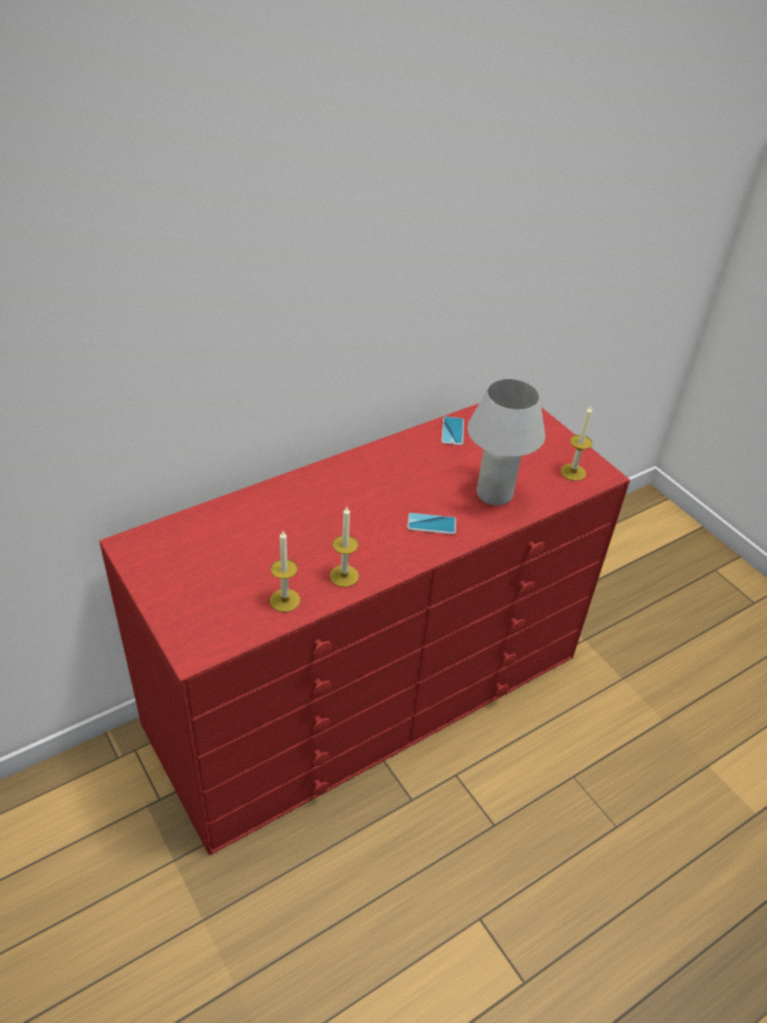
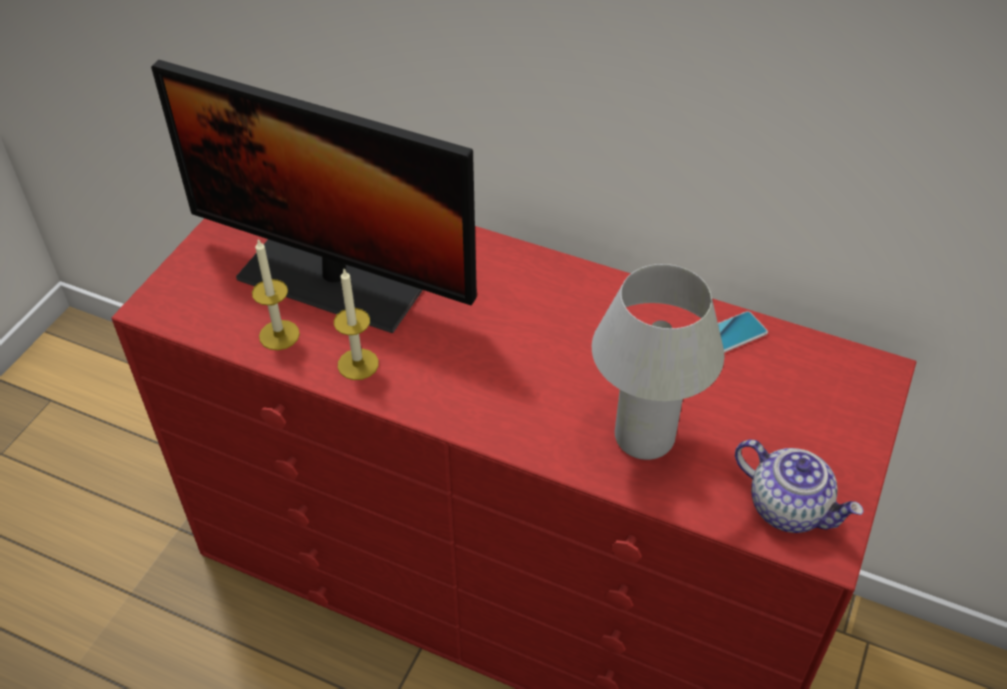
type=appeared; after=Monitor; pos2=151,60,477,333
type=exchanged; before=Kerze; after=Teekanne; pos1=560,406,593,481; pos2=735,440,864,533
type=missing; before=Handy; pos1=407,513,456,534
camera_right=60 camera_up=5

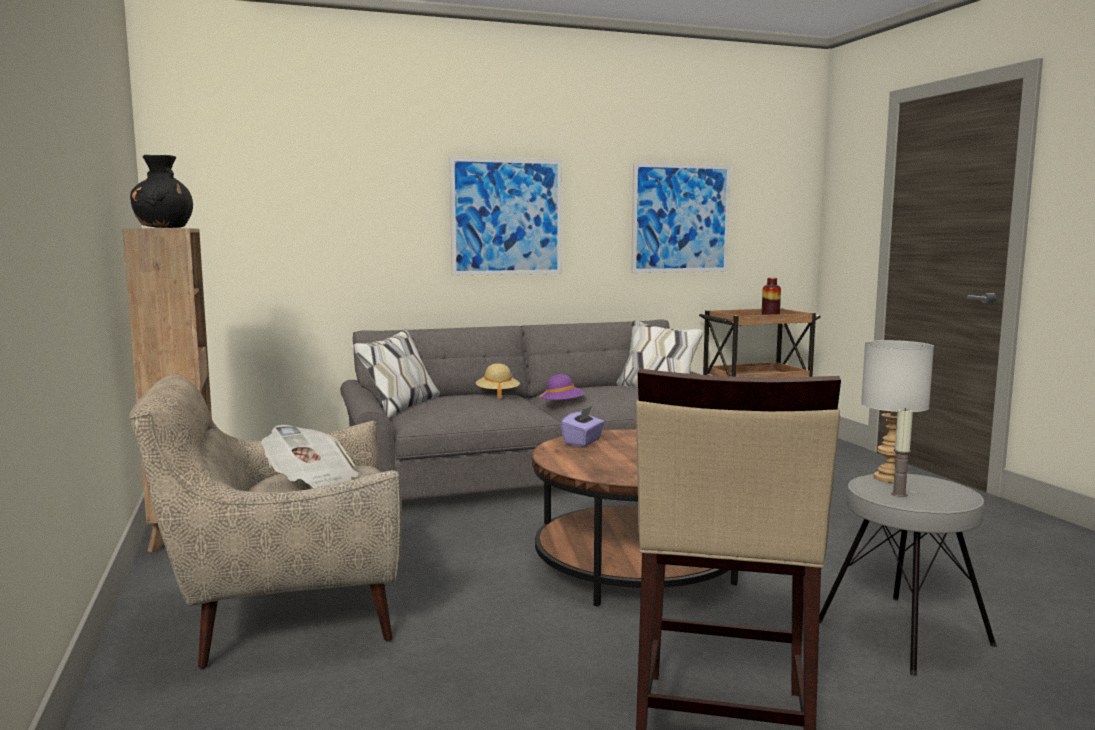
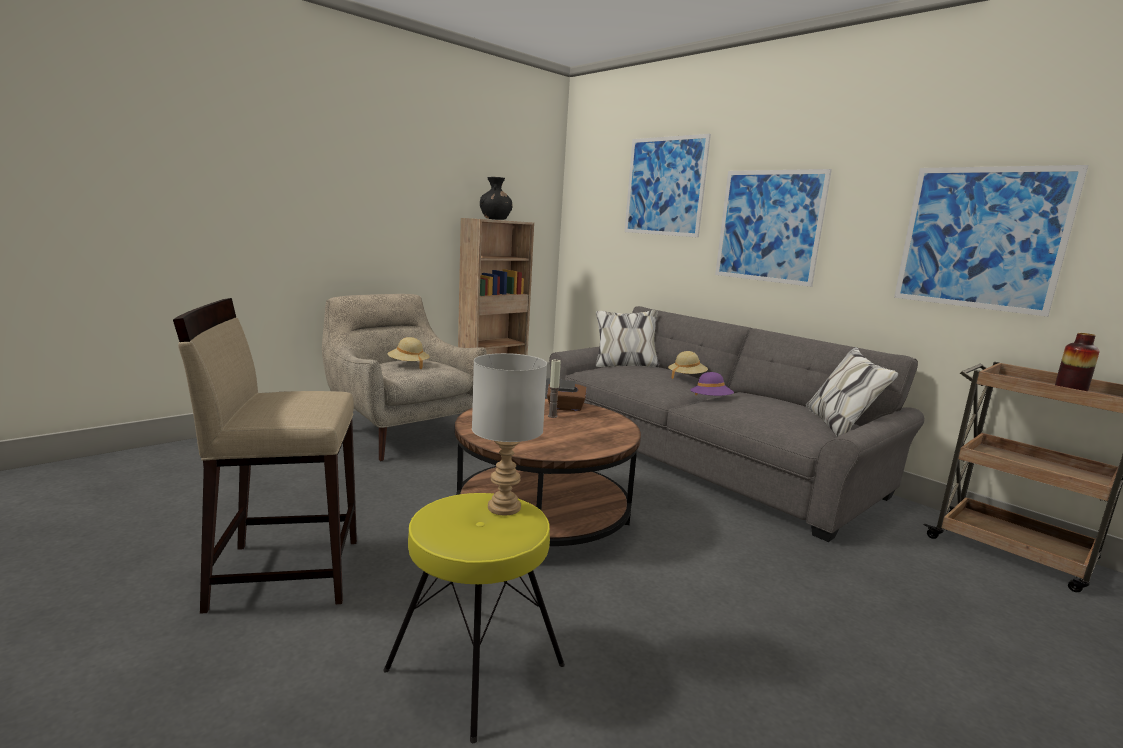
type=colour; before=Hocker [grau]; after=Hocker [gelb]; pos1=819,474,997,676; pos2=383,493,565,743
type=exchanged; before=Zeitung; after=Hut [beige]; pos1=261,425,359,488; pos2=387,337,430,369
type=colour; before=Taschentuchbox [lila]; after=Taschentuchbox [braun]; pos1=561,406,605,447; pos2=547,380,587,411
type=relocated; before=Kerze; pos1=891,408,913,497; pos2=548,360,561,418
type=appeared; after=Bild; pos2=625,134,711,238
camera_right=65 camera_up=5

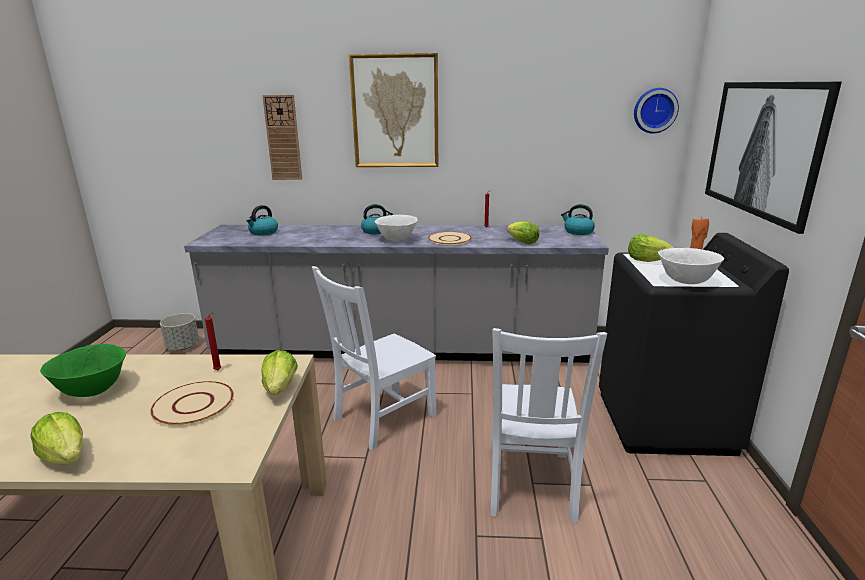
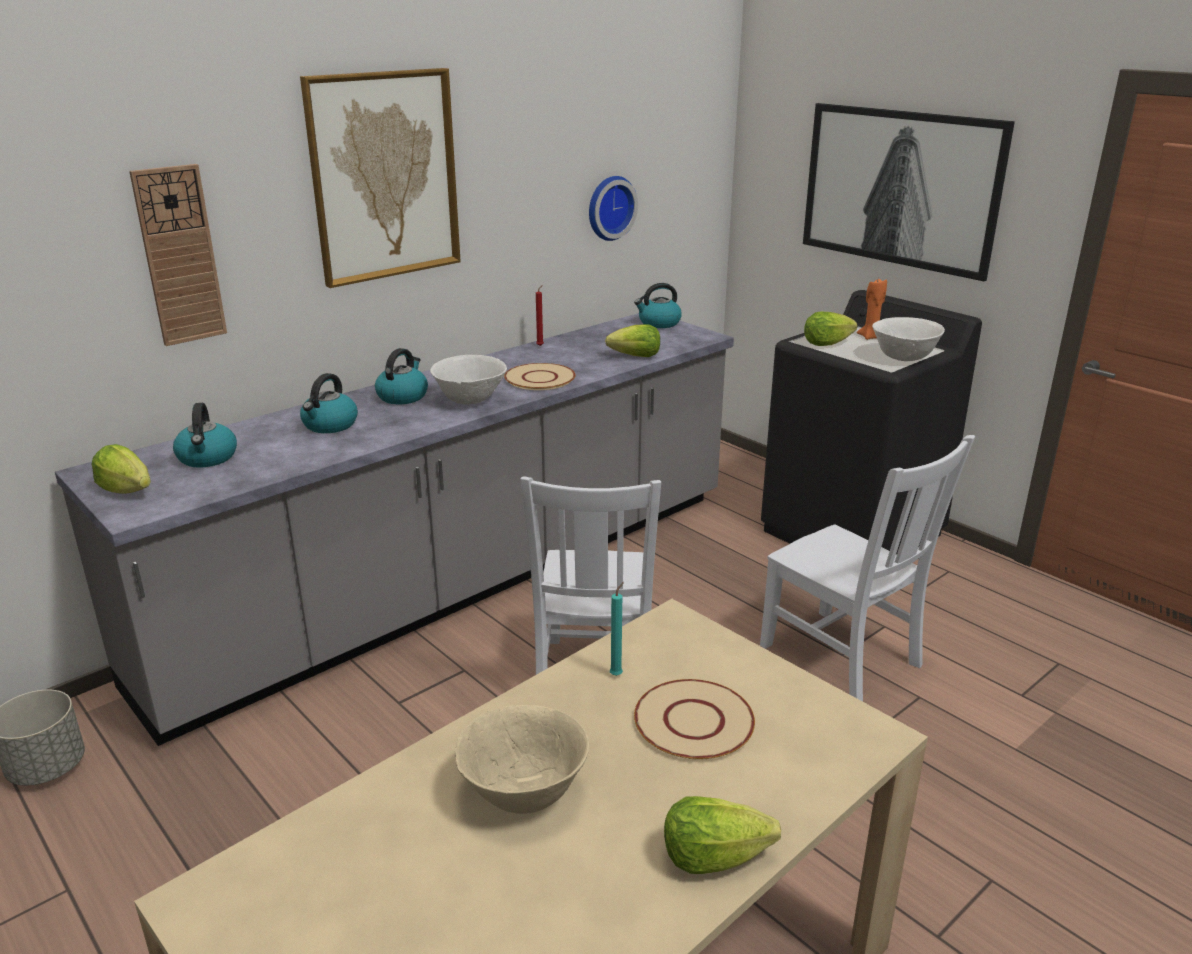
type=relocated; before=Salatkopf; pos1=261,350,298,395; pos2=92,444,151,494
type=appeared; after=Wasserkessel; pos2=300,373,358,433
type=colour; before=Schüssel [grün]; after=Schüssel [beige]; pos1=40,344,126,397; pos2=455,705,589,814
type=relocated; before=Wanduhr; pos1=634,88,679,134; pos2=589,176,638,241
type=colour; before=Kerze [rot]; after=Kerze [türkis]; pos1=205,312,221,370; pos2=610,582,624,676
camera_right=-45 camera_up=5

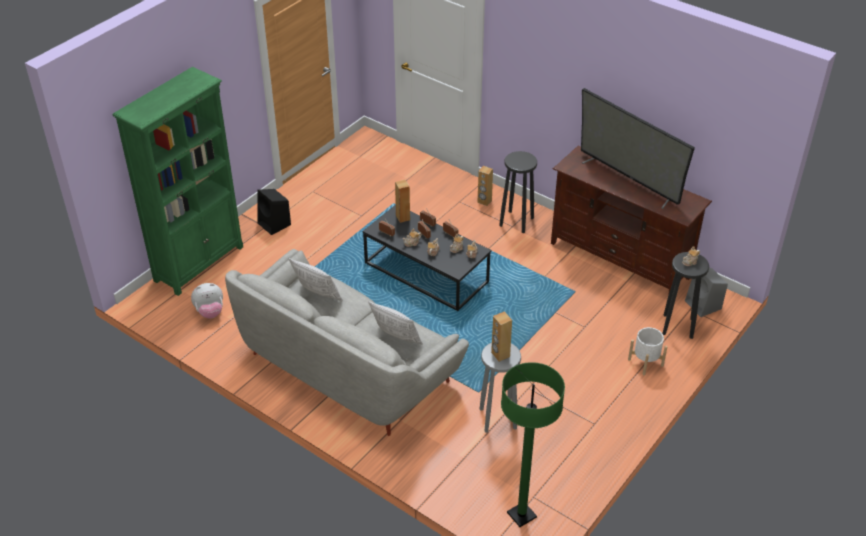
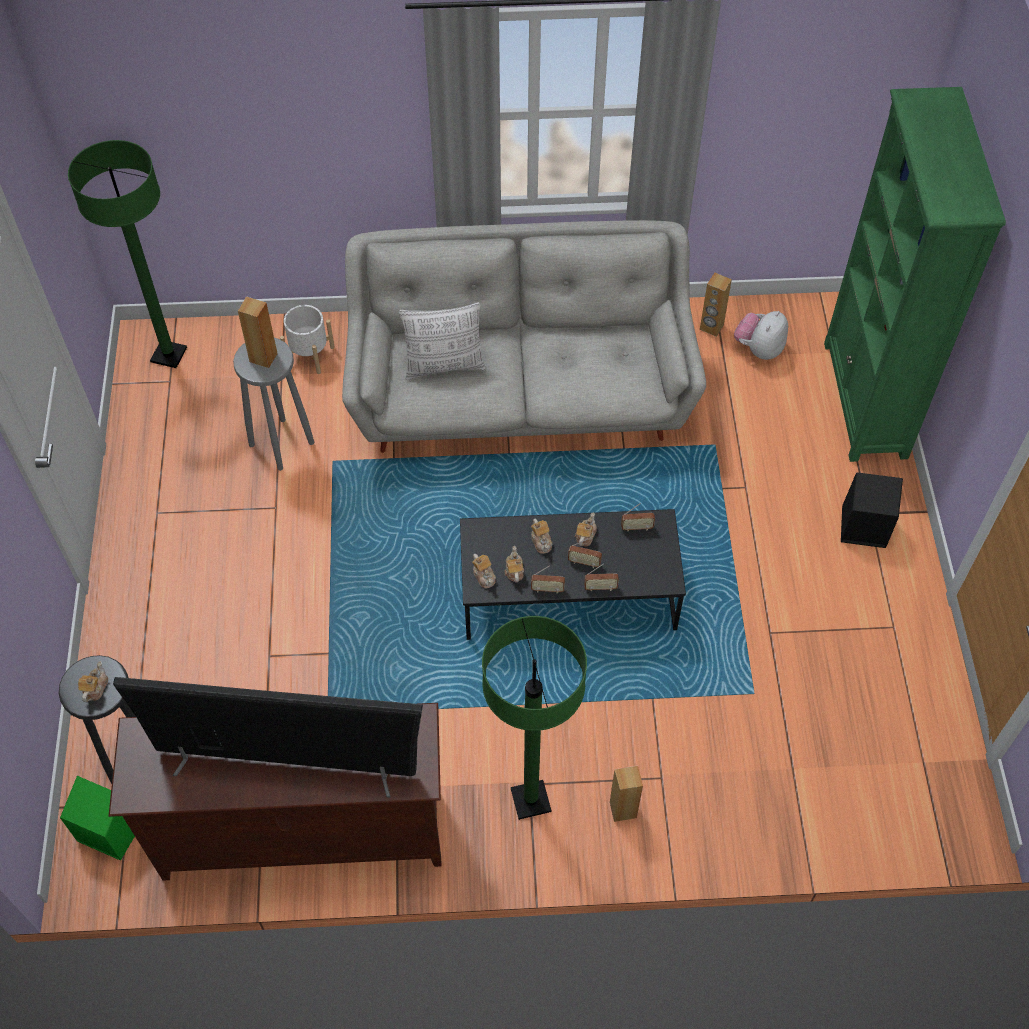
type=colour; before=Lautsprecher [grau]; after=Lautsprecher [grün]; pos1=685,268,728,317; pos2=60,776,135,861
type=relocated; before=Pflanzkübel [weiß]; pos1=628,327,668,375; pos2=280,305,335,374
type=exchanged; before=Hocker [schwarz]; after=Stehlampe [grün]; pos1=499,151,537,233; pos2=482,616,587,820
type=relocated; before=Lautsprecher [braun]; pos1=395,180,410,223; pos2=700,273,732,337
type=missing; before=Kissen; pos1=289,258,343,302
camera_right=140 camera_up=15

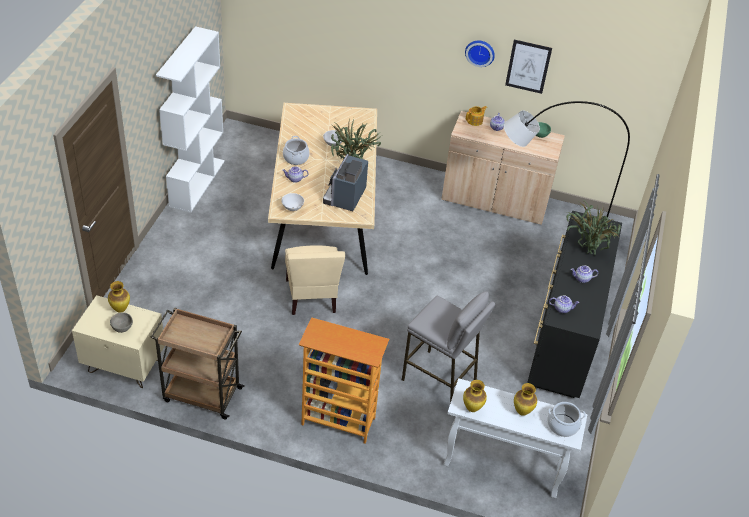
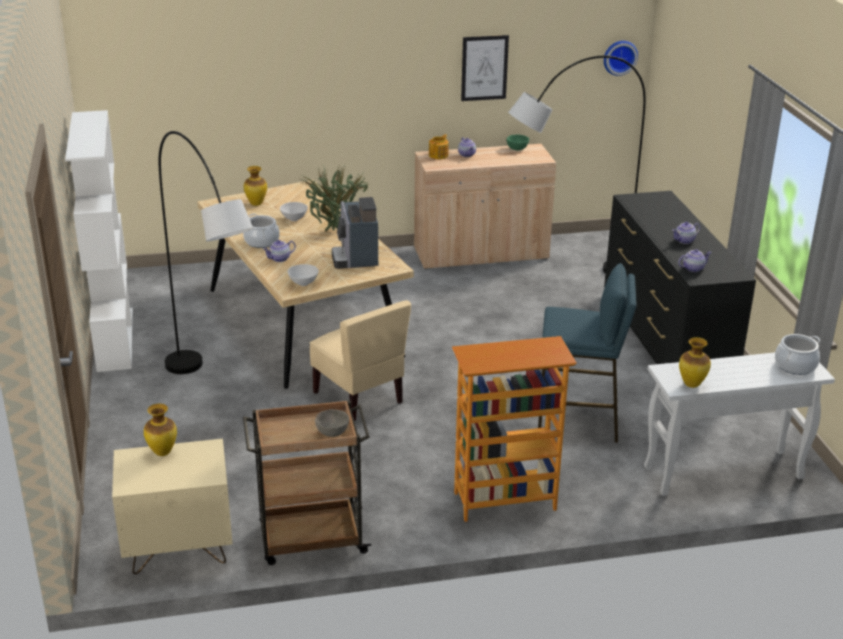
type=appeared; after=Stehlampe [grau]; pos2=159,131,253,374
type=relocated; before=Vase; pos1=514,383,537,416; pos2=244,166,267,206
type=relocated; before=Schüssel [grau]; pos1=110,313,133,333; pos2=315,409,349,437
type=colour; before=Hocker [grau]; after=Hocker [blau]; pos1=402,291,495,403; pos2=538,263,637,443
type=relocated; before=Wanduhr; pos1=465,40,495,67; pos2=604,41,638,76
type=missing; before=Topfpflanze; pos1=566,201,621,255
camera_right=-25 camera_up=-15

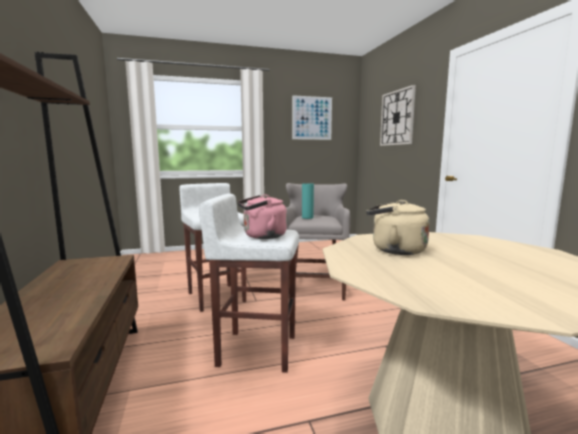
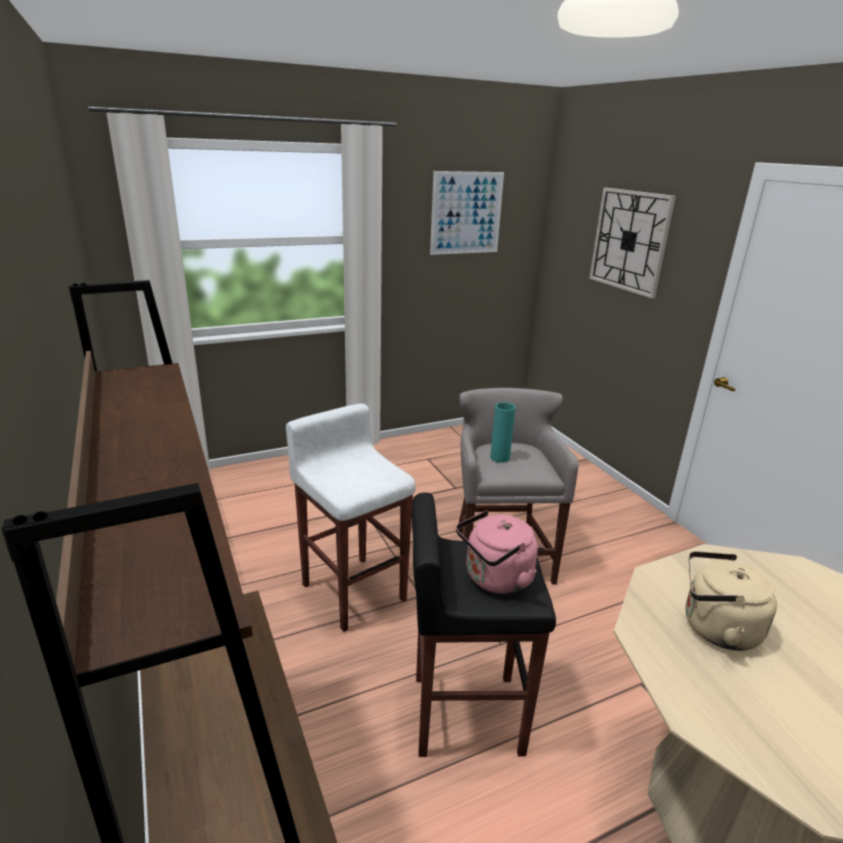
type=colour; before=Hocker [weiß]; after=Hocker [schwarz]; pos1=199,193,299,373; pos2=412,492,556,757
camera_right=-10 camera_up=15

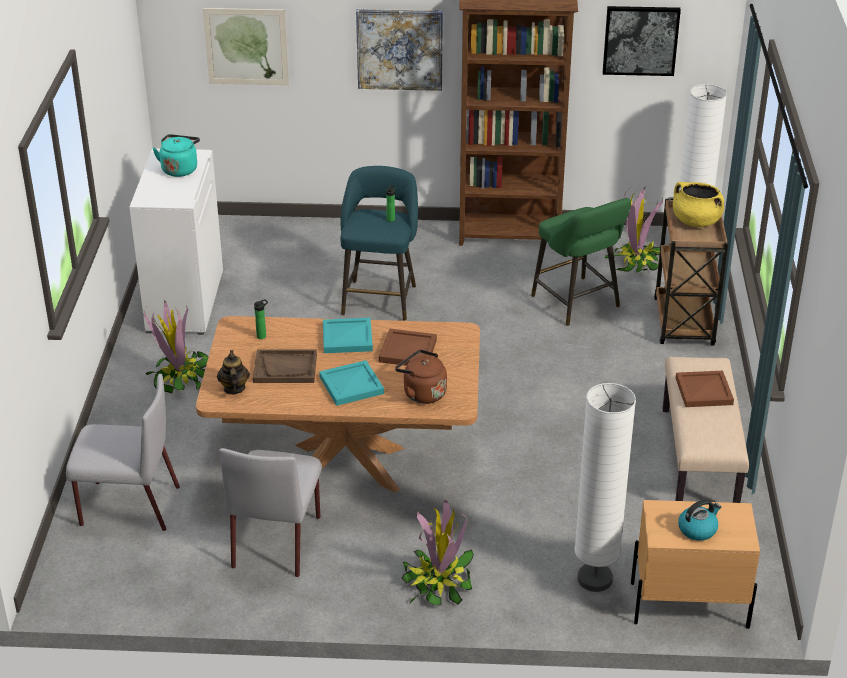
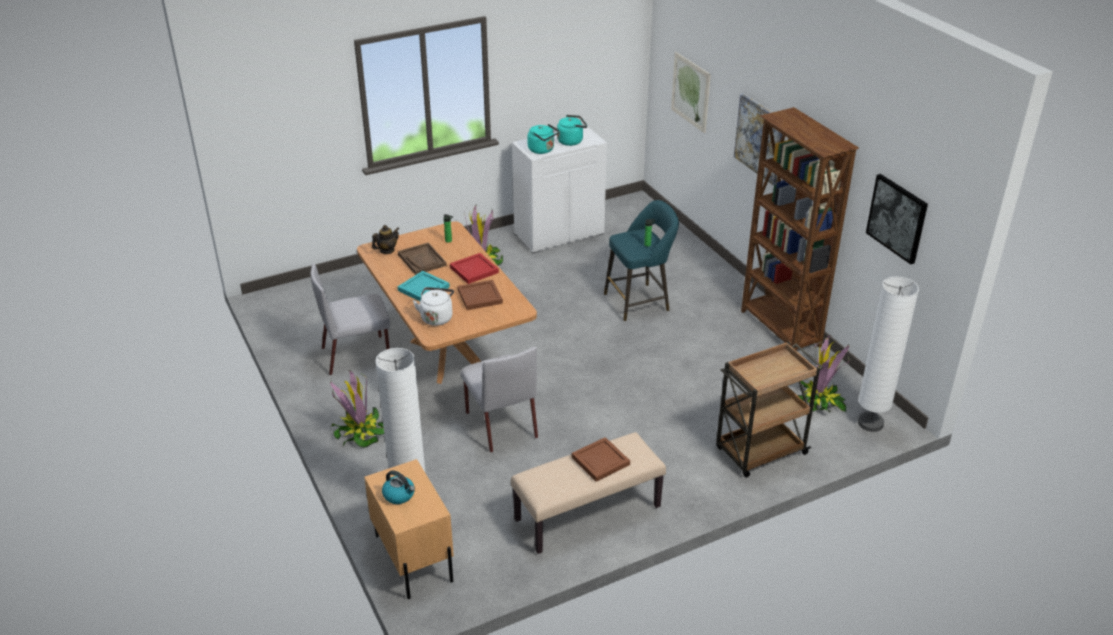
type=colour; before=Wasserkessel [braun]; after=Wasserkessel [weiß]; pos1=395,350,447,404; pos2=413,287,454,326
type=colour; before=Tablett [türkis]; after=Tablett [rot]; pos1=323,318,373,353; pos2=450,253,499,284
type=relocated; before=Stuhl [grau]; pos1=66,374,180,531; pos2=460,347,538,452
type=appeared; after=Wasserkessel [türkis]; pos2=527,124,559,154
type=missing; before=Hocker [grün]; pos1=531,198,631,326
type=missing; before=Kochtopf [gelb]; pos1=673,182,724,227
camera_right=60 camera_up=0

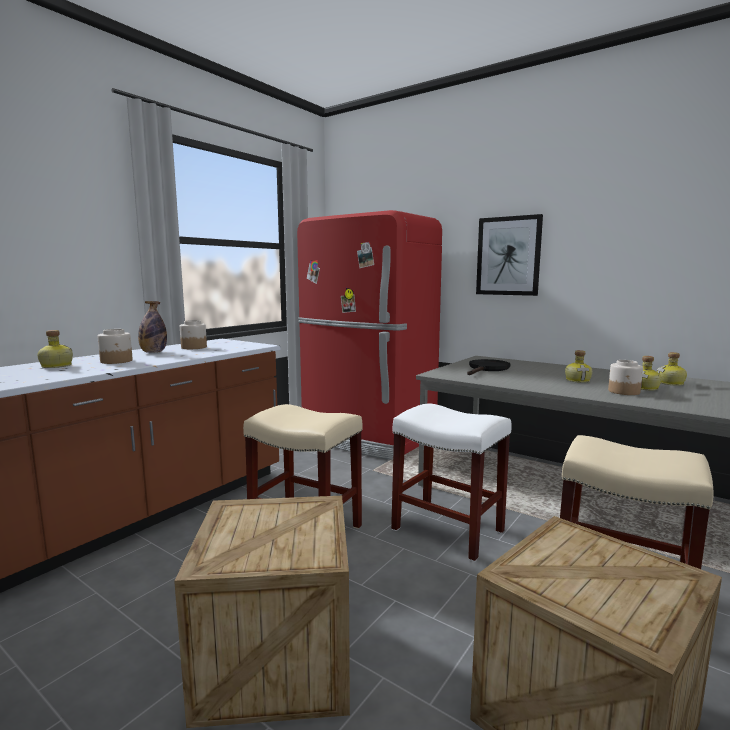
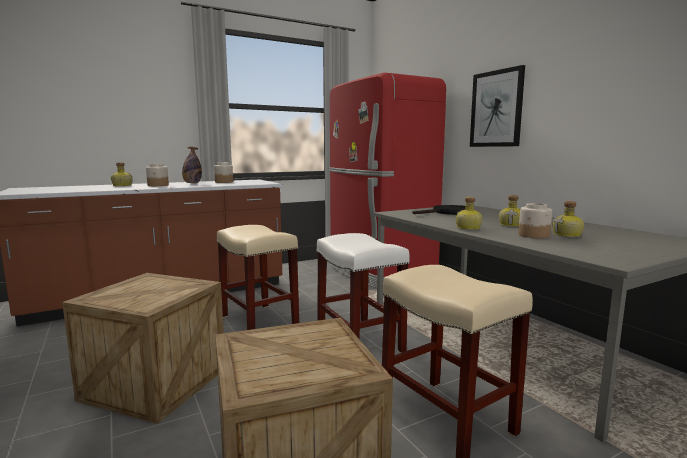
type=relocated; before=Flasche; pos1=657,352,687,386; pos2=456,197,483,230
camera_right=25 camera_up=0

